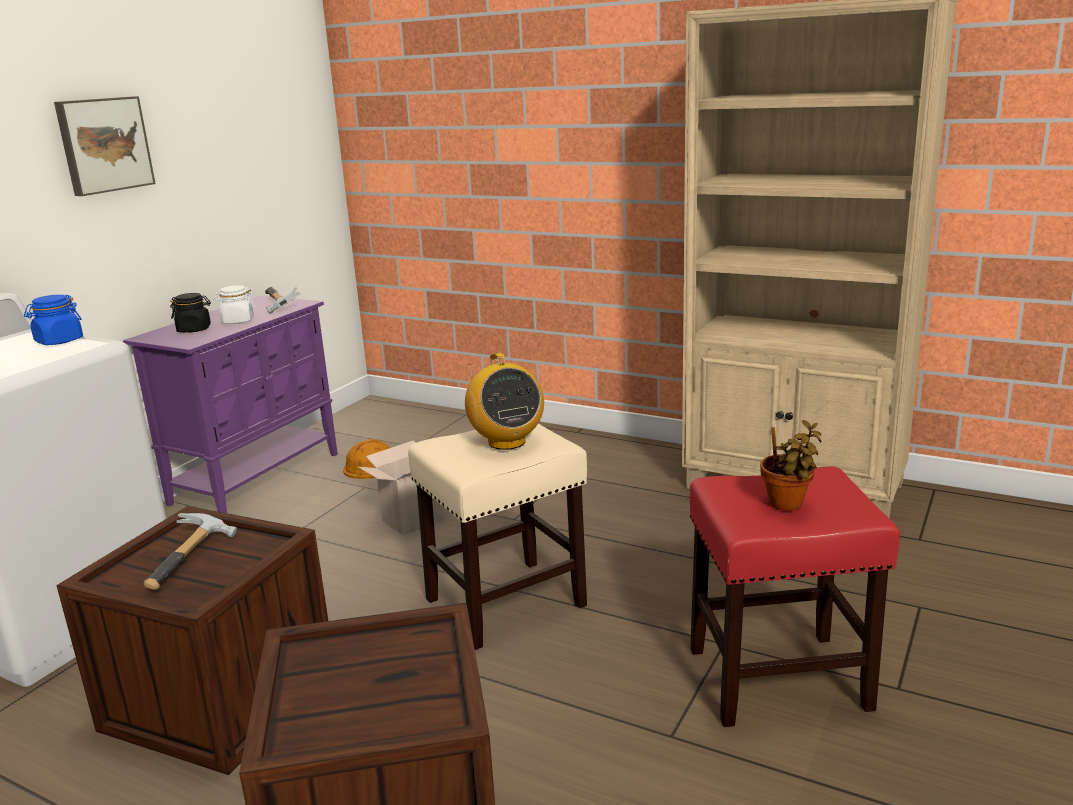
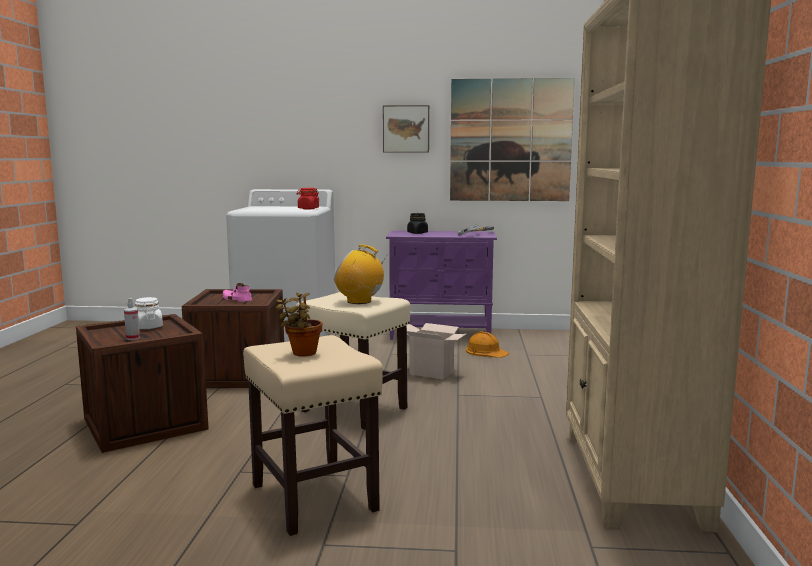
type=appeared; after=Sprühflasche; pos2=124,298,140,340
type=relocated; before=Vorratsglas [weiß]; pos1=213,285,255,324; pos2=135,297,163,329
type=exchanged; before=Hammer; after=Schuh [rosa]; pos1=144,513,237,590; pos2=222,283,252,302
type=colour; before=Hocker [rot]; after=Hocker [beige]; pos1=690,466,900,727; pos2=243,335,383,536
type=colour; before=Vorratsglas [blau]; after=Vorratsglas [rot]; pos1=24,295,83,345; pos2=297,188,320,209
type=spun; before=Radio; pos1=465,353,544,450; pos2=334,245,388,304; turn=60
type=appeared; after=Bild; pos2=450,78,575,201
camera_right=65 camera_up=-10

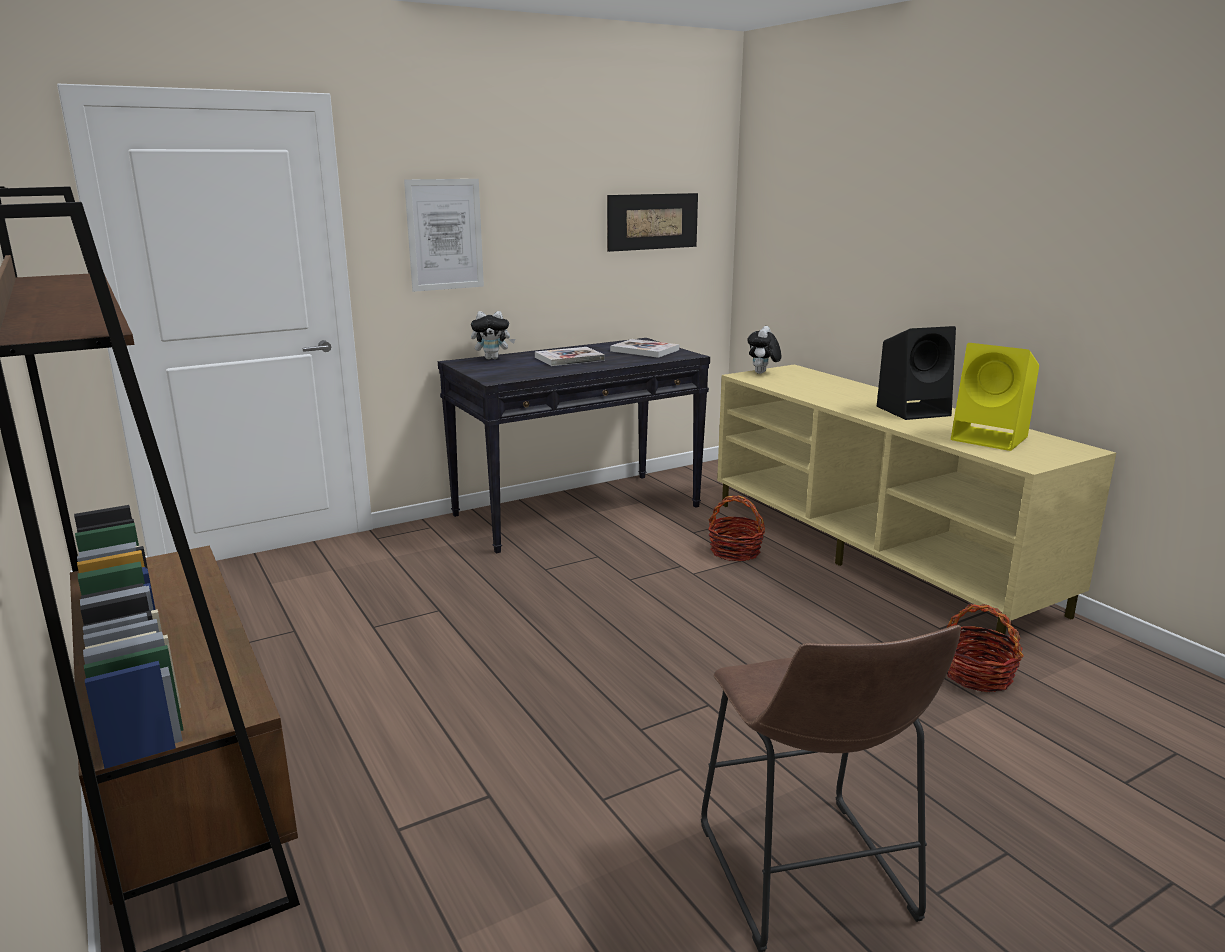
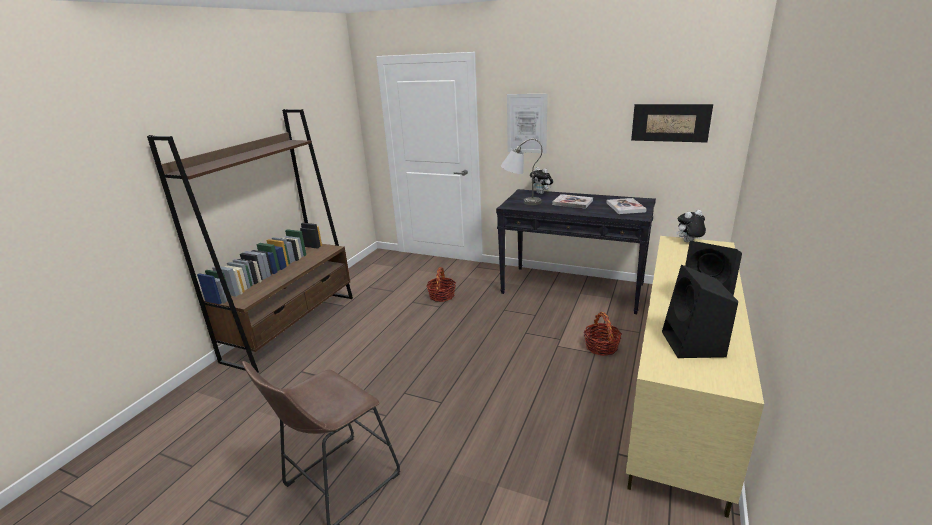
type=relocated; before=Korb; pos1=946,604,1024,692; pos2=426,267,456,302
type=appeared; after=Tischlampe [grau]; pos2=501,139,542,205
type=colour; before=Lautsprecher [gelb]; after=Lautsprecher [schwarz]; pos1=951,343,1039,451; pos2=662,265,738,358
camera_right=55 camera_up=5

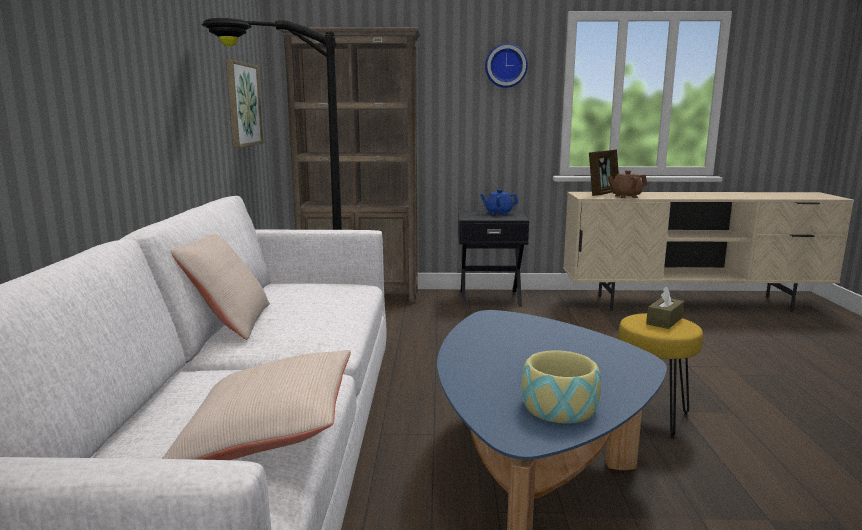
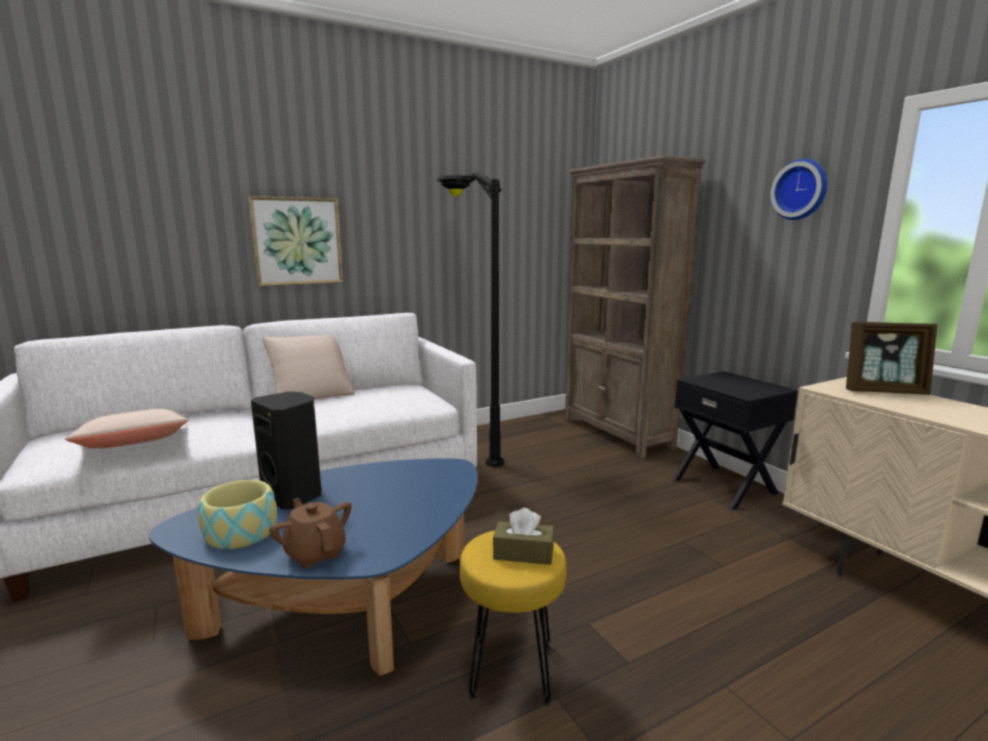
type=relocated; before=Bild; pos1=226,60,263,148; pos2=248,196,343,286
type=appeared; after=Lautsprecher [schwarz]; pos2=251,392,321,510
type=relocated; before=Teekanne [braun]; pos1=607,170,647,198; pos2=269,498,352,569
type=missing; before=Teekanne [blau]; pos1=480,189,519,215
camera_right=60 camera_up=0

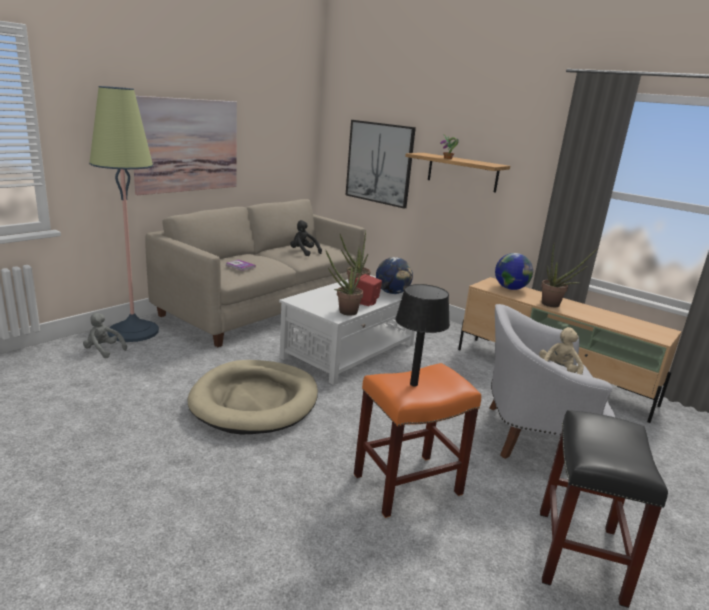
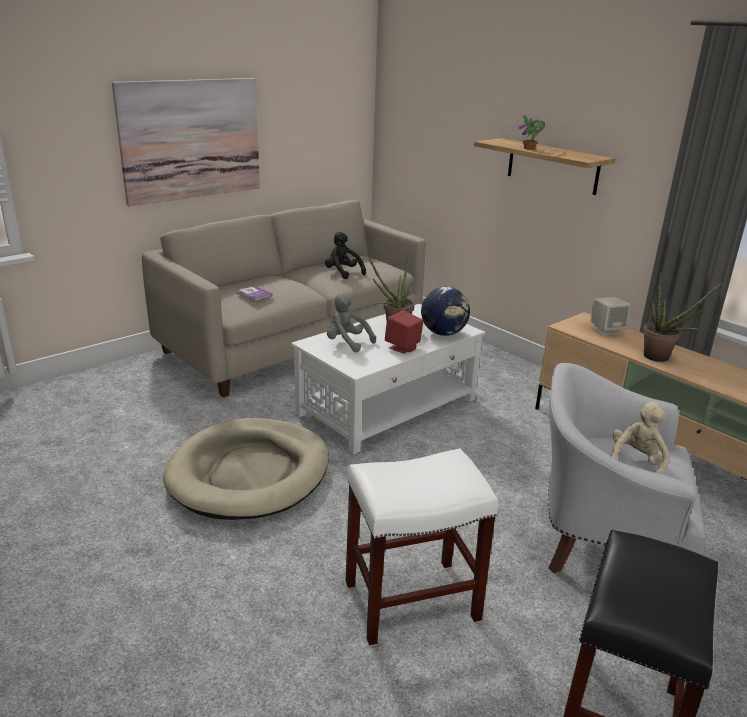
type=relocated; before=Plüschtier [grau]; pos1=83,313,127,358; pos2=327,294,376,352
type=colour; before=Hocker [orange]; after=Hocker [weiß]; pos1=354,363,481,518; pos2=346,448,498,646
type=exchanged; before=Globus; after=Lautsprecher [beige]; pos1=495,253,533,290; pos2=590,297,630,336
type=missing; before=Stehlampe; pos1=89,86,159,342
type=missing; before=Topfpflanze; pos1=325,249,363,316
type=missing; before=Bild; pos1=346,120,416,209
type=missing; before=Tischlampe [schwarz]; pos1=395,284,450,387
camera_right=10 camera_up=5

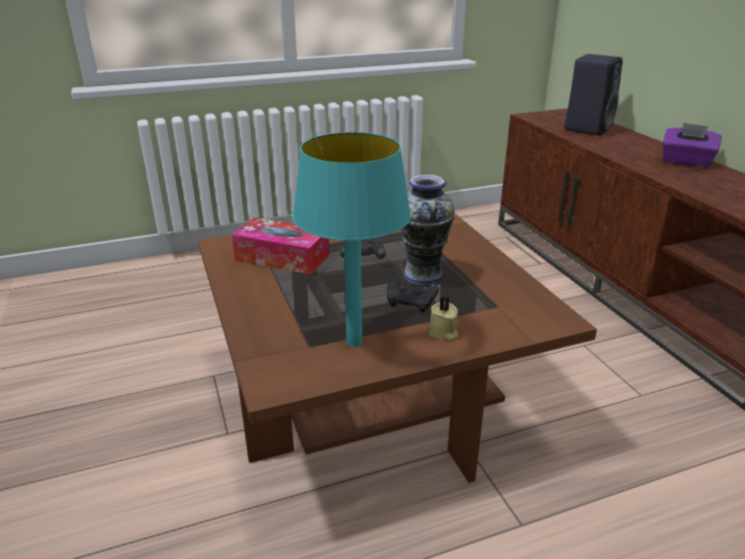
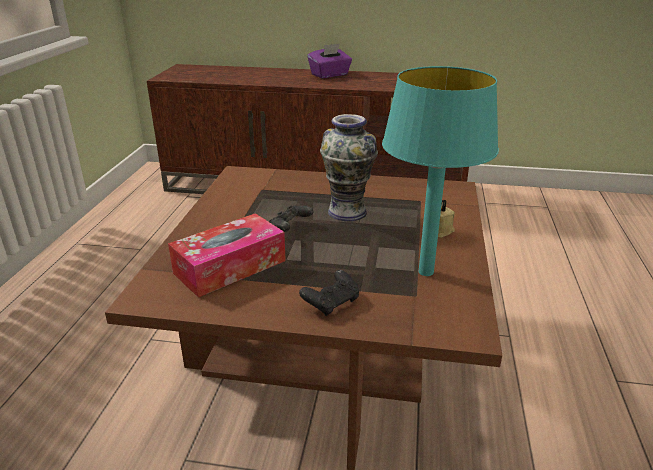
type=relocated; before=Gamepad [schwarz]; pos1=387,278,439,312; pos2=299,270,359,316
type=missing; before=Lautsprecher [schwarz]; pos1=565,54,623,135
camera_right=-60 camera_up=0

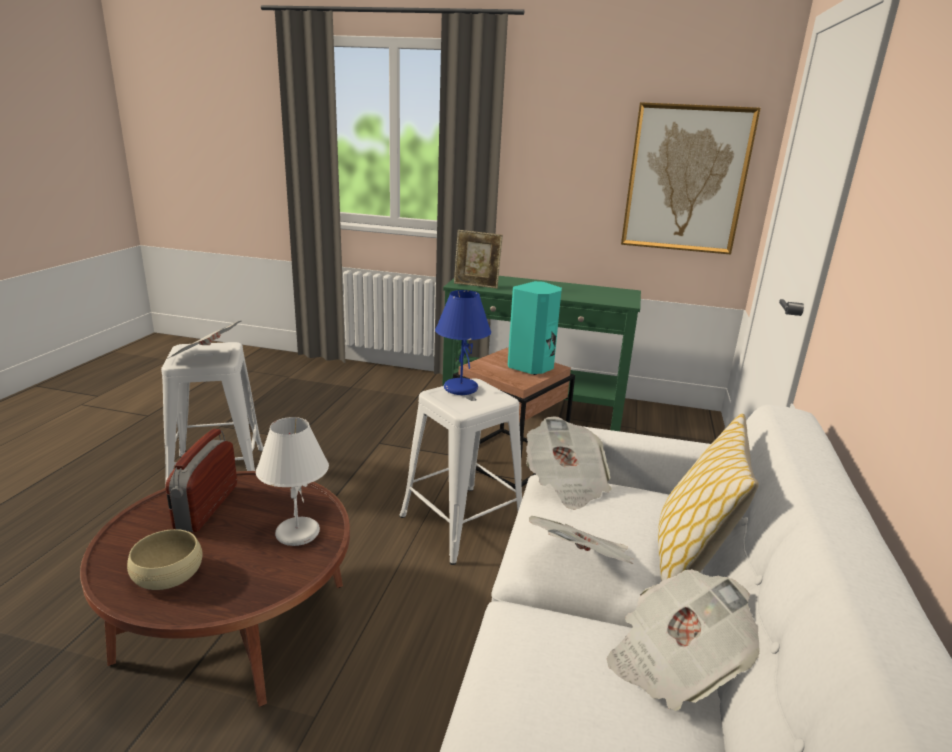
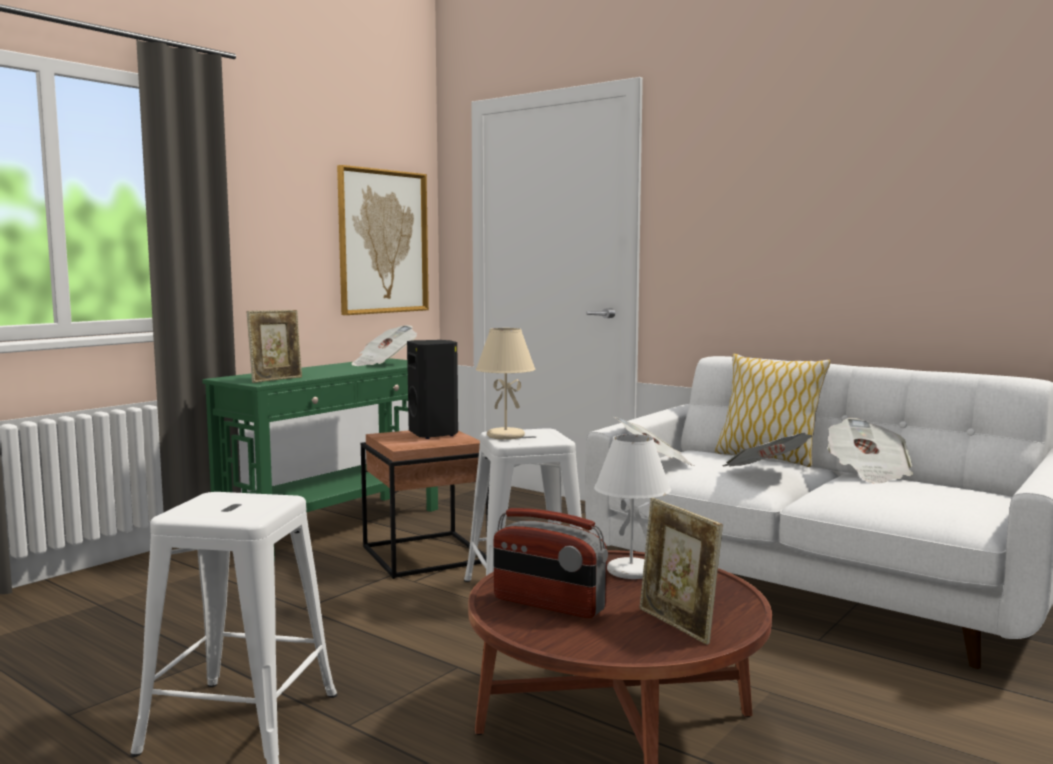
type=relocated; before=Zeitung; pos1=169,321,241,358; pos2=351,325,417,366
type=colour; before=Lautsprecher [türkis]; after=Lautsprecher [schwarz]; pos1=508,281,562,375; pos2=407,340,458,439
type=colour; before=Tischlampe [blau]; after=Tischlampe [beige]; pos1=435,290,491,395; pos2=476,328,536,440
type=exchanged; before=Schüssel [beige]; after=Bilderrahmen; pos1=127,529,202,590; pos2=640,498,723,645
camera_right=-65 camera_up=-15

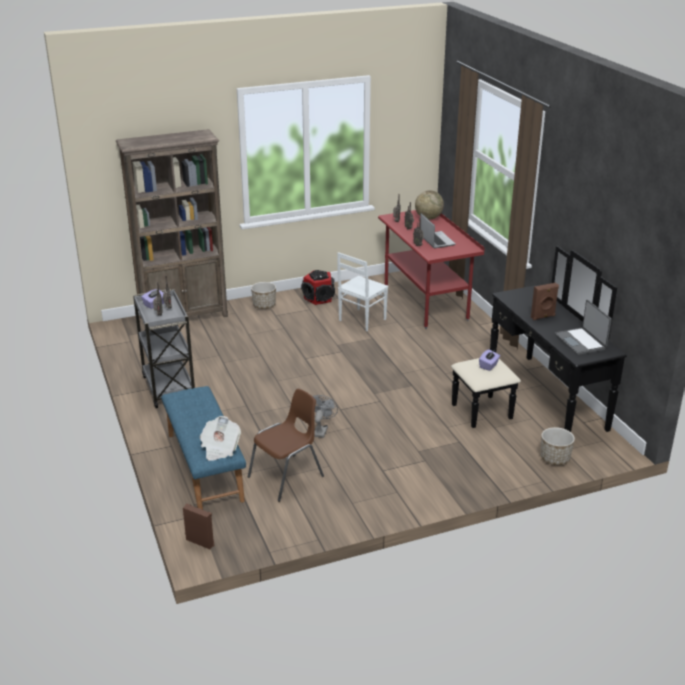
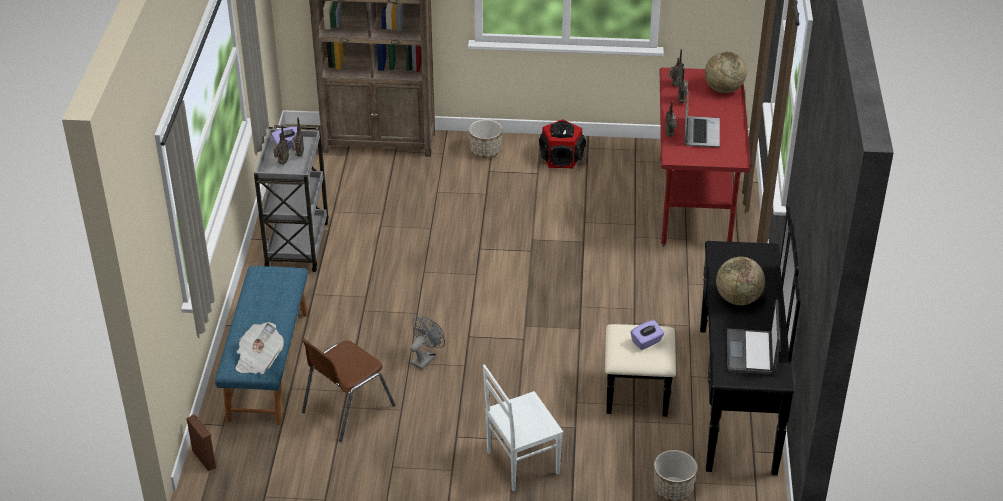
type=spun; before=Stuhl [braun]; pos1=248,389,324,502; pos2=302,339,395,442; turn=150
type=relocated; before=Stuhl [weiß]; pos1=337,252,388,331; pos2=483,364,563,491
type=exchanged; before=Lautsprecher [braun]; after=Globus; pos1=531,283,559,320; pos2=716,257,765,305
camera_right=25 camera_up=10

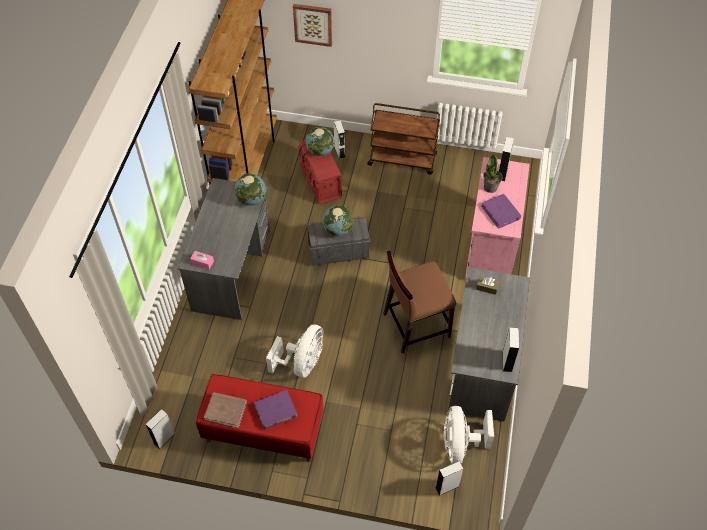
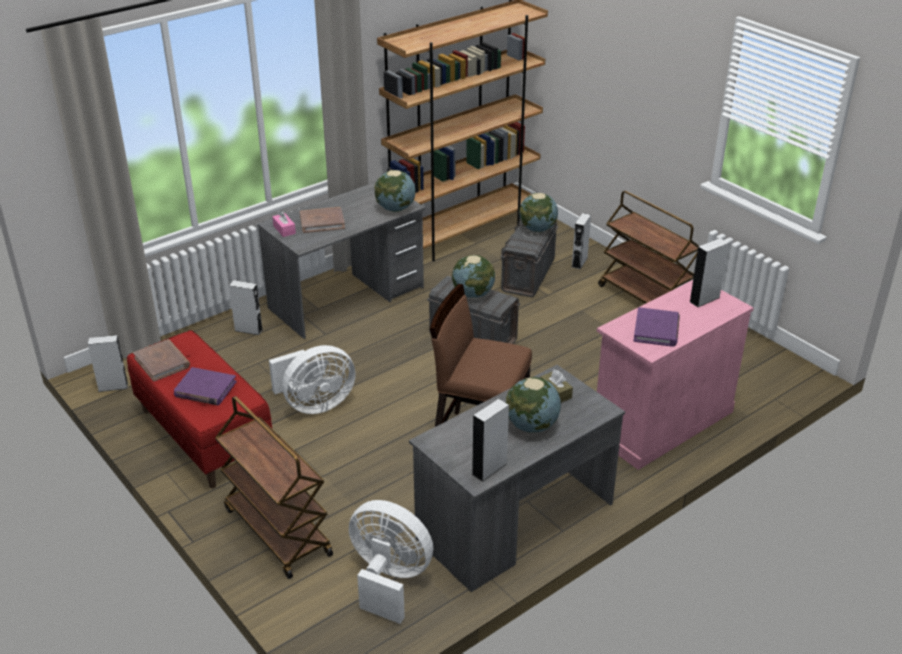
type=appeared; after=Rollwagen [braun]; pos2=215,396,333,579
type=relocated; before=Lautsprecher [grau]; pos1=435,461,463,496; pos2=229,280,263,335
type=appeared; after=Buch [braun]; pos2=300,207,345,233
type=spun; before=Ventilator [weiß]; pos1=443,406,494,464; pos2=349,500,433,624; turn=75
type=colour; before=Aufbewahrungsbox [rot]; after=Aufbewahrungsbox [grau]; pos1=298,141,343,204; pos2=500,220,558,297
type=appeared; after=Globus; pos2=506,377,561,433
type=missing; before=Bild; pos1=293,4,332,47
type=missing; before=Topfpflanze; pos1=483,154,503,193
camera_right=40 camera_up=-20

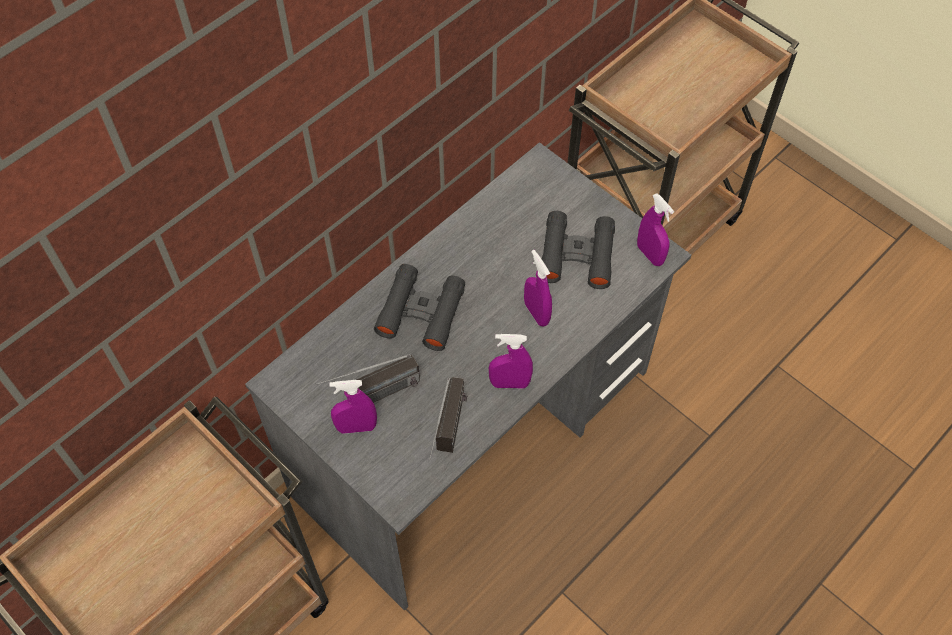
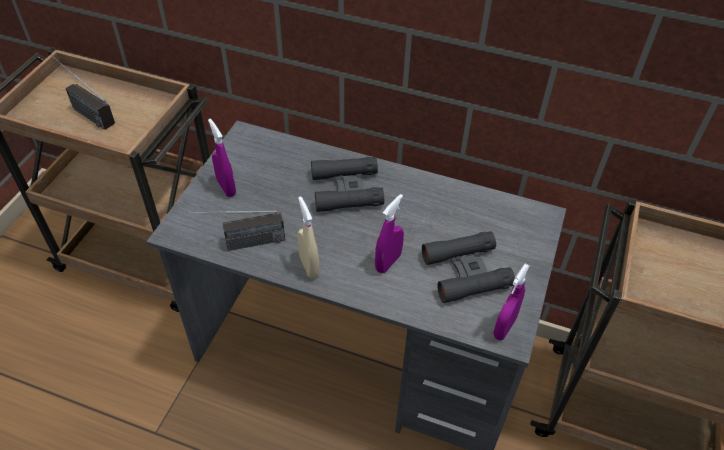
type=relocated; before=Radio; pos1=315,354,420,403; pos2=51,55,115,130
type=colour; before=Sprühflasche [lila]; after=Sprühflasche [beige]; pos1=489,334,533,389; pos2=297,197,319,278
camera_right=65 camera_up=-10

